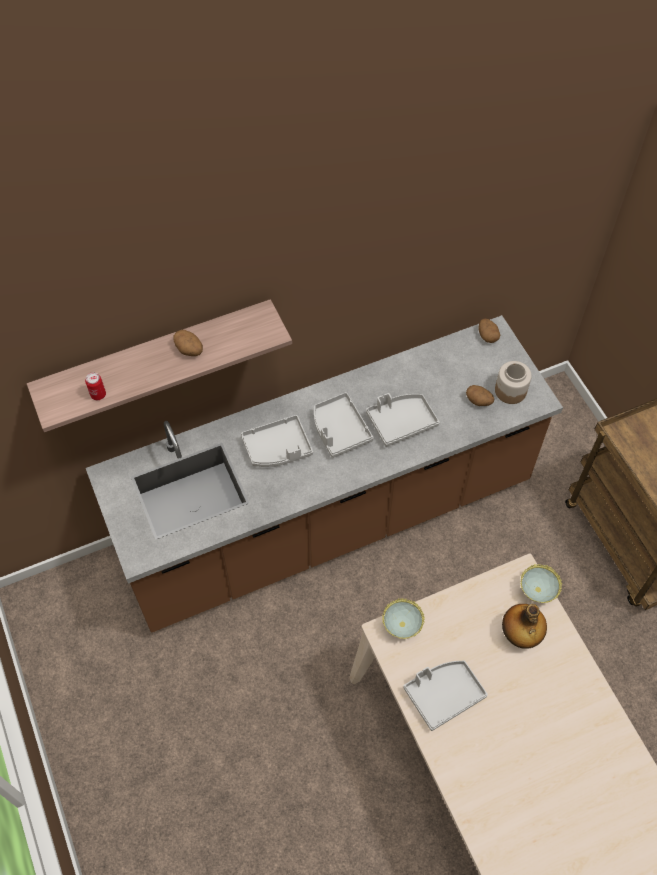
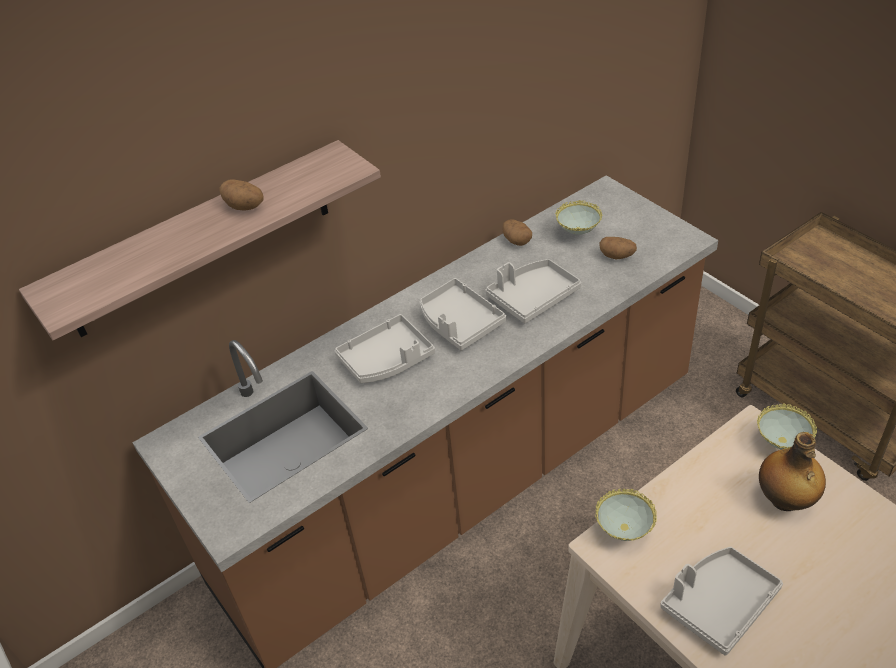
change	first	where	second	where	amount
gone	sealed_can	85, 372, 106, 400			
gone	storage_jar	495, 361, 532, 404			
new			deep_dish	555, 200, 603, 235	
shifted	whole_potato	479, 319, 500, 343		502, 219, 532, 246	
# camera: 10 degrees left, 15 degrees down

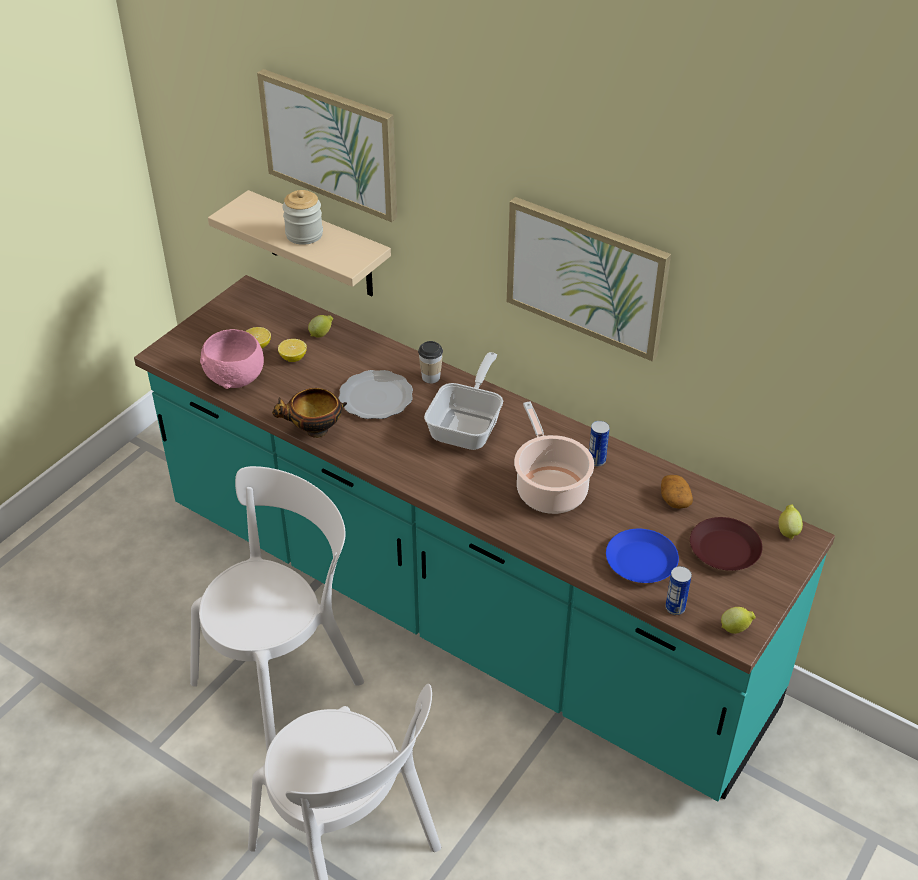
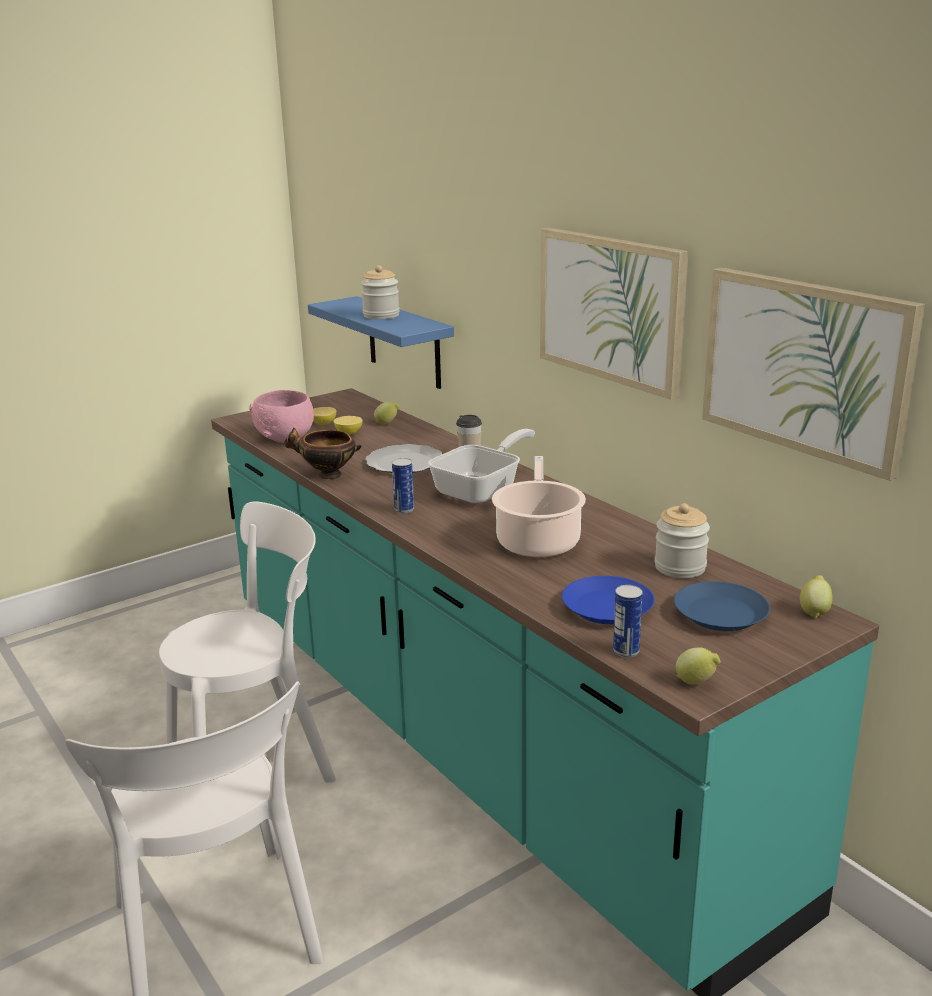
change	first	where	second	where	amount
shifted	wall_picture	257, 69, 397, 222		702, 267, 925, 481	
shifted	sealed_can	589, 421, 610, 466		392, 458, 414, 514	
swapped	whole_potato	661, 475, 693, 509	storage_jar	655, 503, 710, 578	
repainted	beige-coloured_wall_shelf	208, 190, 391, 296	bluish_wall_shelf	308, 296, 454, 389	
repainted	brown_plate	690, 517, 763, 571	bluish_plate	674, 581, 770, 631	
# camera: 20 degrees right, 20 degrees down

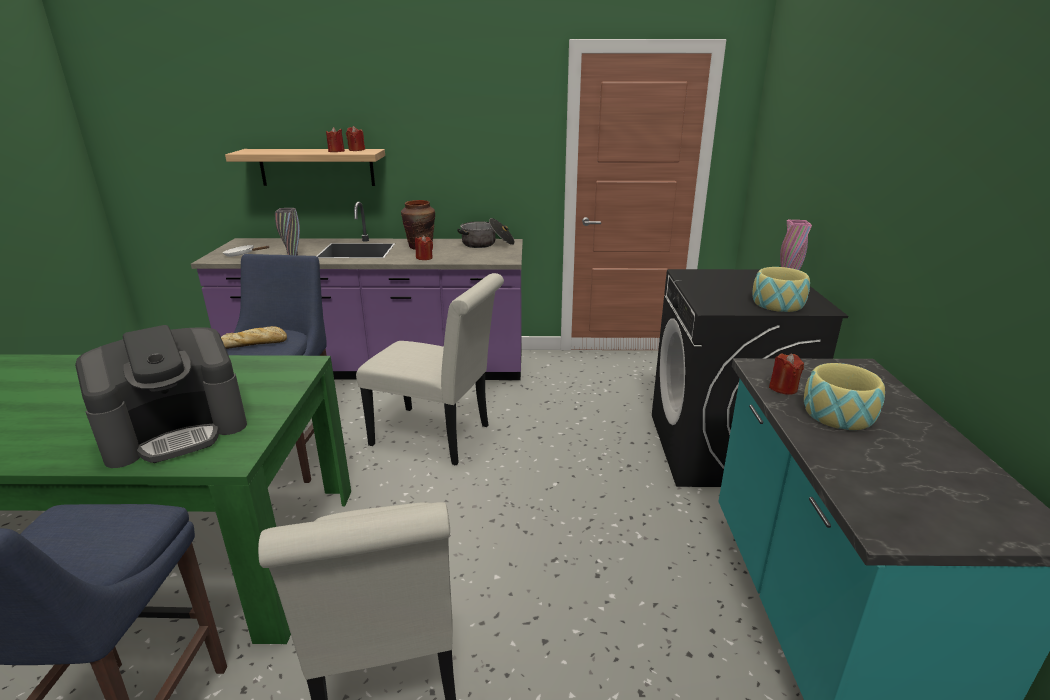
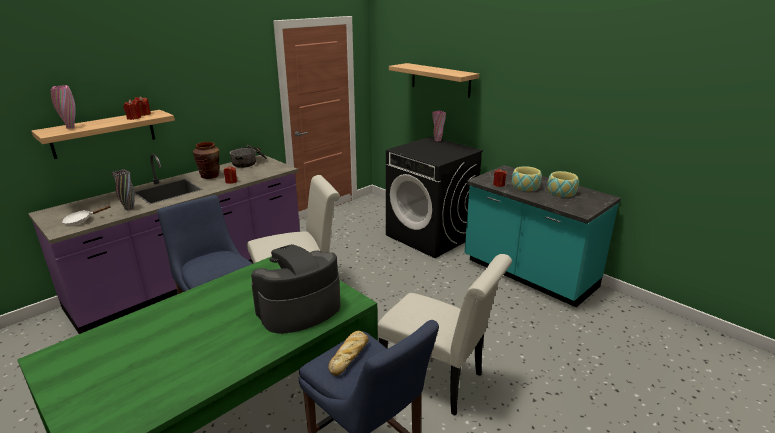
change	first	where	second	where	amount
new			pink_decorative_vase	51, 85, 76, 129	
new			wall_shelf	389, 63, 479, 98	
shifted	bread	221, 326, 287, 349		328, 331, 369, 376	
shifted	deep_dish	753, 267, 810, 312		547, 171, 579, 197	
rotated	coffee_machine	75, 325, 247, 468		251, 244, 341, 334	135 degrees counterclockwise
# camera: 45 degrees left, 0 degrees up

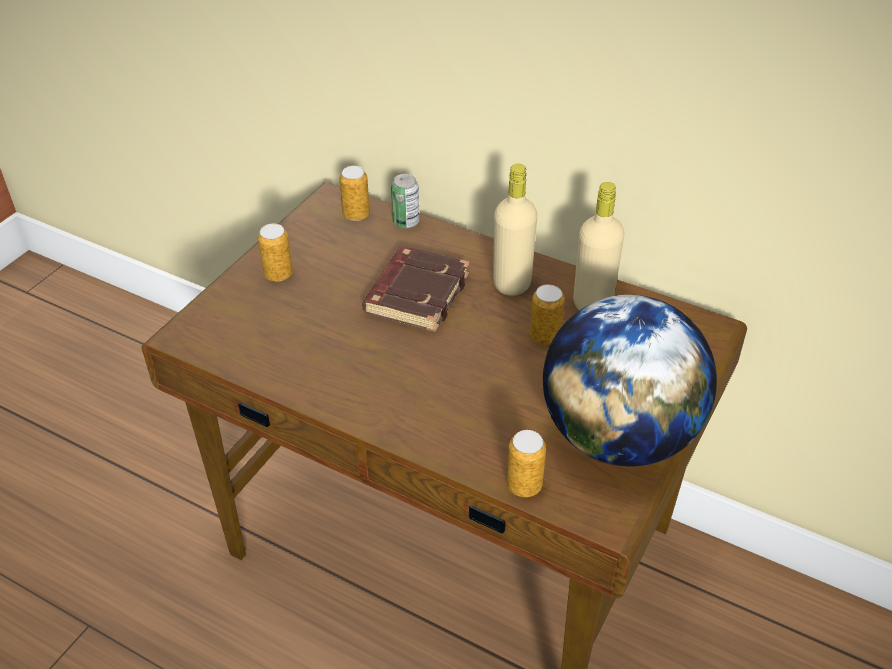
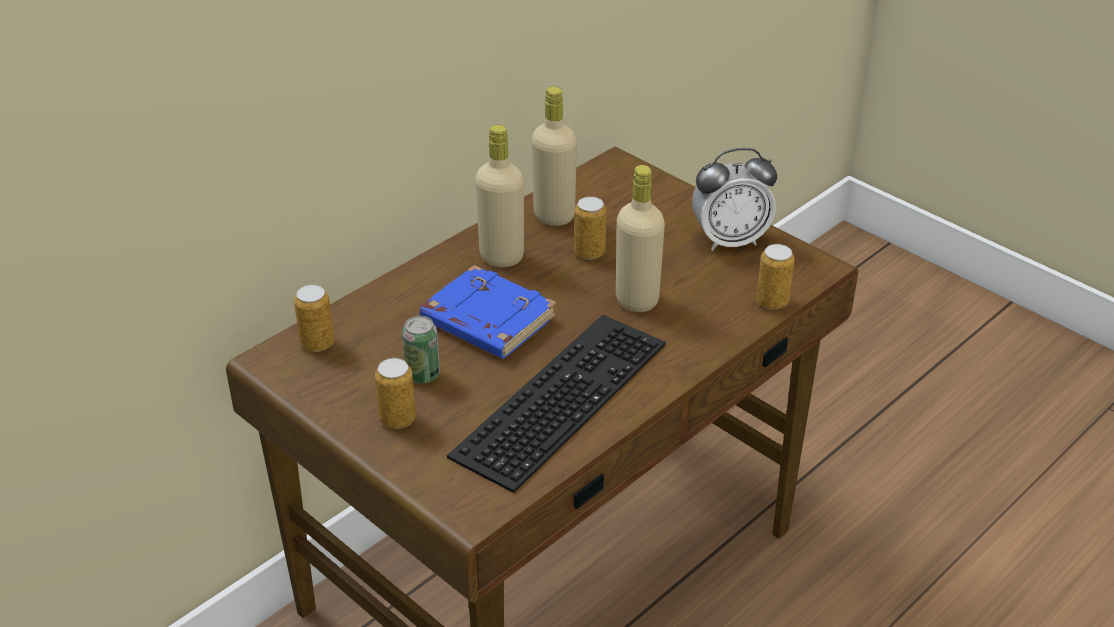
change	first	where	second	where	amount
new			keyboard	447, 315, 666, 493	
new			beige-coloured_beverage_bottle	616, 165, 665, 312	
shifted	sealed_can	391, 174, 419, 228		402, 316, 440, 384	
swapped	desk_globe	543, 295, 717, 466	alarm_clock	692, 148, 777, 251	
repainted	brown_volume	362, 246, 470, 332	bluish_volume	420, 265, 556, 359	
# camera: 75 degrees left, 5 degrees down

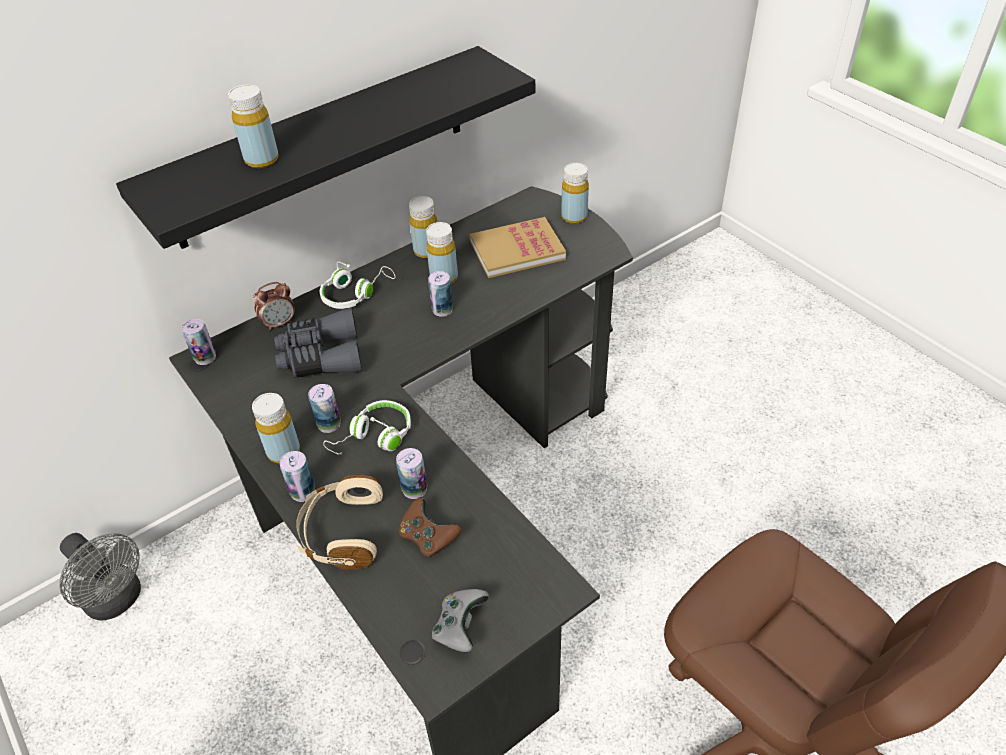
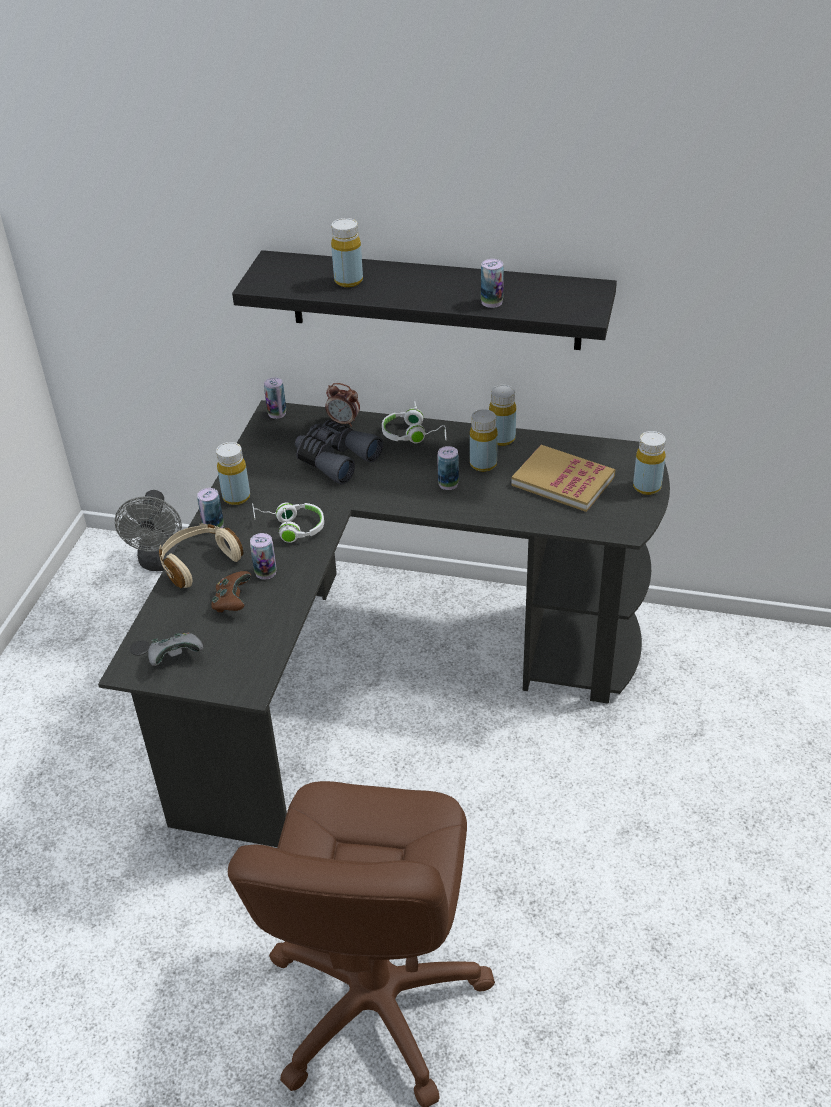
change	first	where	second	where	amount
shifted	sealed_can	308, 384, 340, 433		481, 259, 504, 308	
# camera: 50 degrees right, 5 degrees down

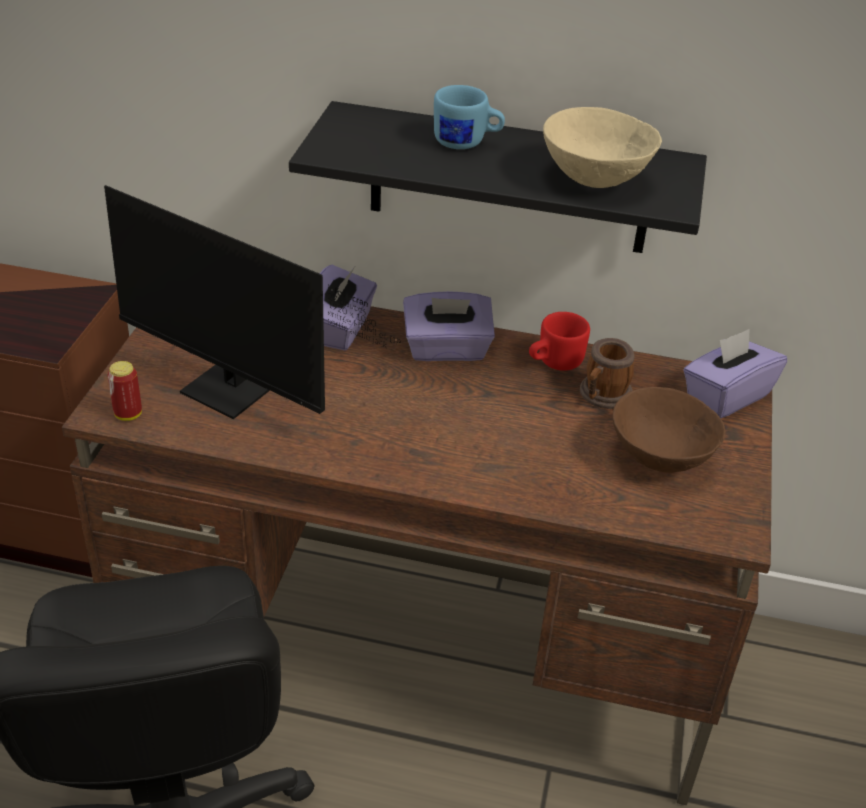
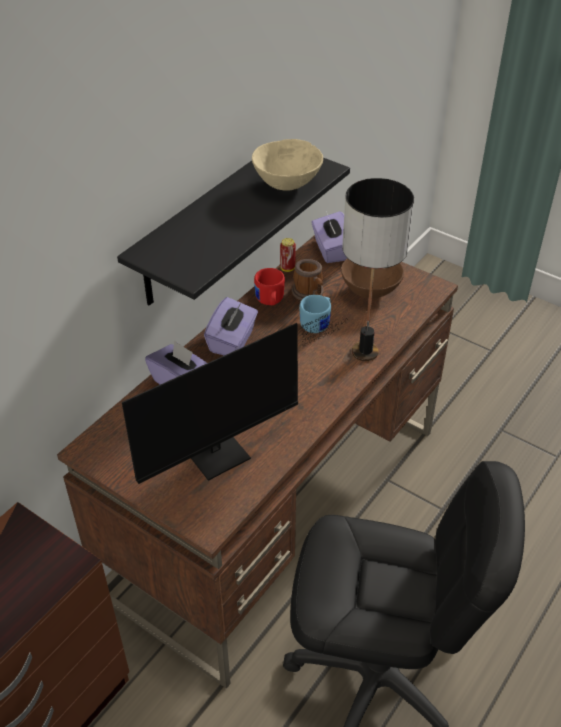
change	first	where	second	where	amount
new			lamp_for_a_table	342, 178, 414, 361	
shifted	sealed_can	107, 361, 142, 421		280, 238, 296, 272	
shifted	bluish_coffee_mug	434, 85, 505, 149		300, 295, 331, 333	
# camera: 65 degrees left, 5 degrees up

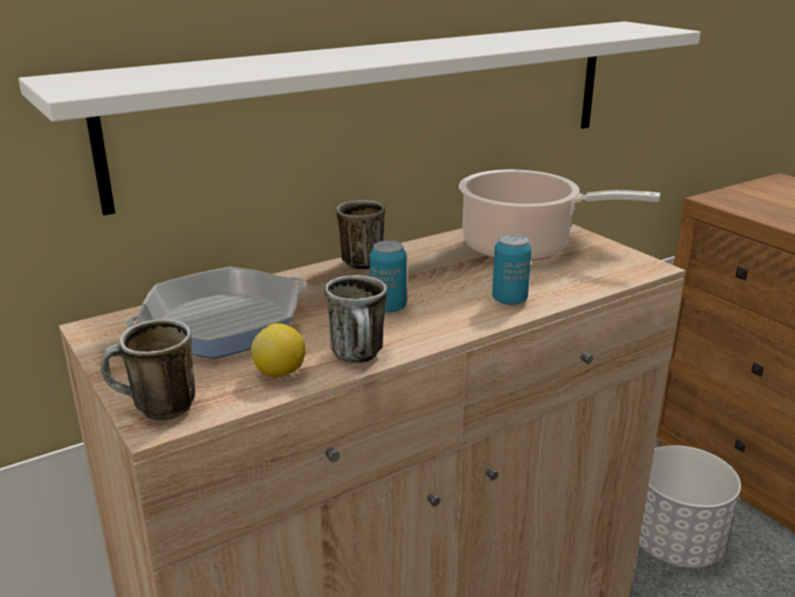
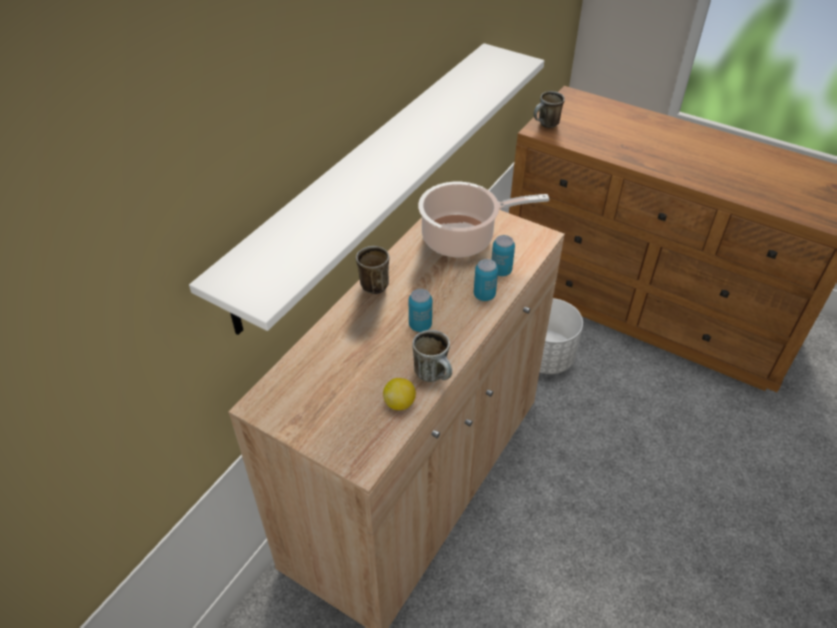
change	first	where	second	where	amount
gone	frying_pan	126, 267, 307, 359			
new			sealed_can	491, 235, 515, 276	
shifted	coffee_mug	101, 319, 195, 420		534, 91, 565, 128	
# camera: 25 degrees left, 20 degrees up

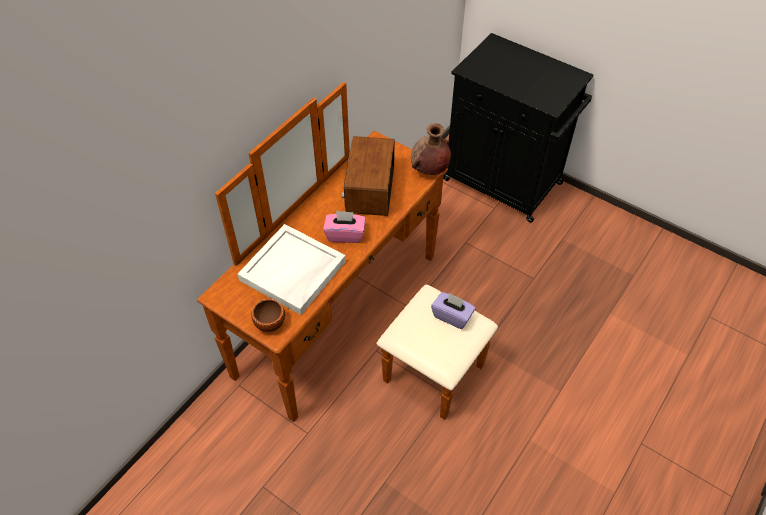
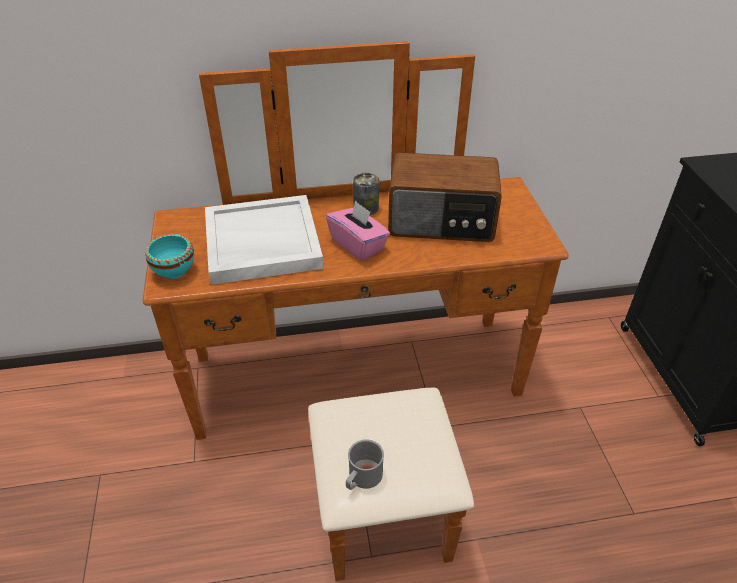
change	first	where	second	where	amount
gone	brown_decorative_vase	411, 123, 451, 175			
gone	purple-coloured_box_of_tissues	431, 292, 476, 329			
new			grey_coffee_mug	346, 439, 384, 490	
new			sealed_can	353, 173, 379, 216	
repainted	brown_deep_dish	251, 299, 285, 332	turquoise_deep_dish	145, 234, 194, 280	
rotated	radio	341, 136, 395, 216		388, 153, 502, 242	135 degrees counterclockwise
# camera: 45 degrees right, 10 degrees down

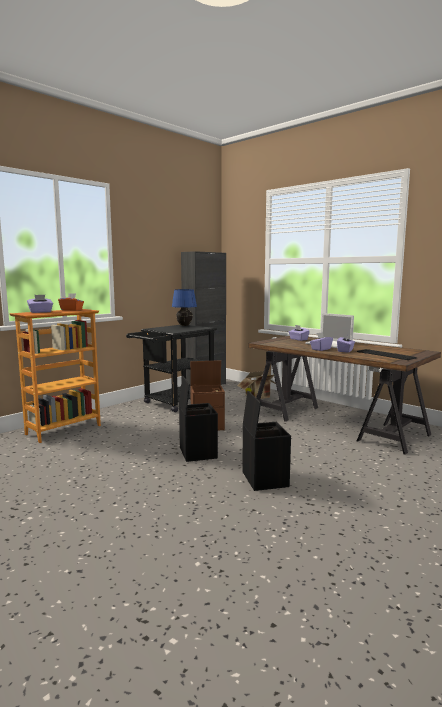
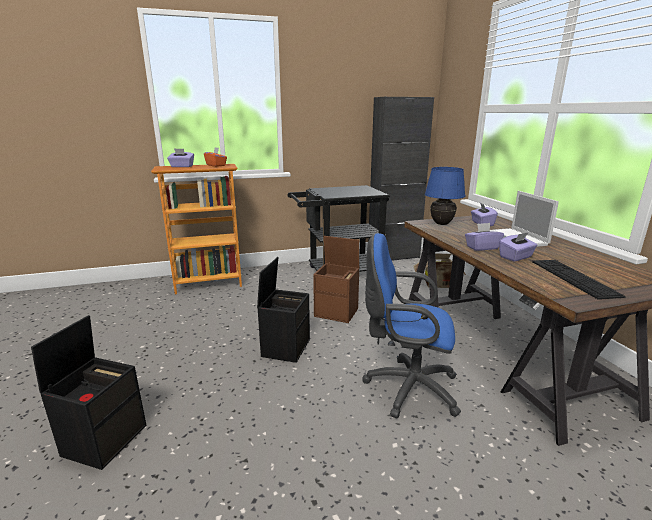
change	first	where	second	where	amount
new			bluish_office_chair	362, 233, 461, 419	
shifted	bluish_lamp_for_a_table	172, 289, 197, 326		425, 167, 465, 225	
shifted	black-coloured_storage_container	242, 391, 291, 491		31, 315, 146, 470	
# camera: 30 degrees right, 10 degrees up

